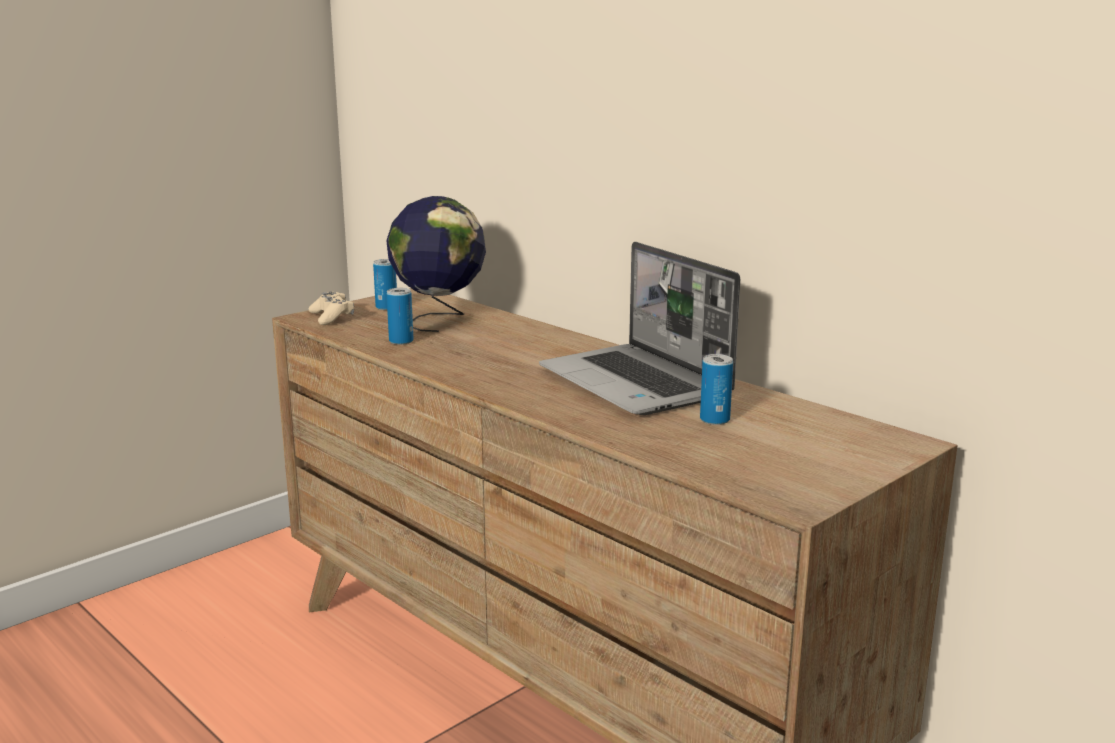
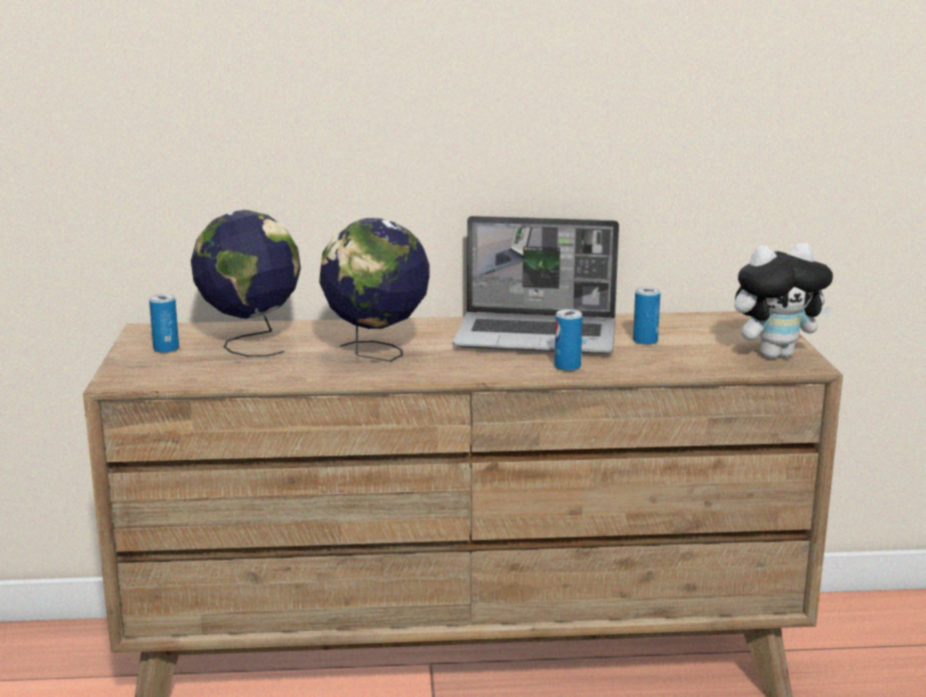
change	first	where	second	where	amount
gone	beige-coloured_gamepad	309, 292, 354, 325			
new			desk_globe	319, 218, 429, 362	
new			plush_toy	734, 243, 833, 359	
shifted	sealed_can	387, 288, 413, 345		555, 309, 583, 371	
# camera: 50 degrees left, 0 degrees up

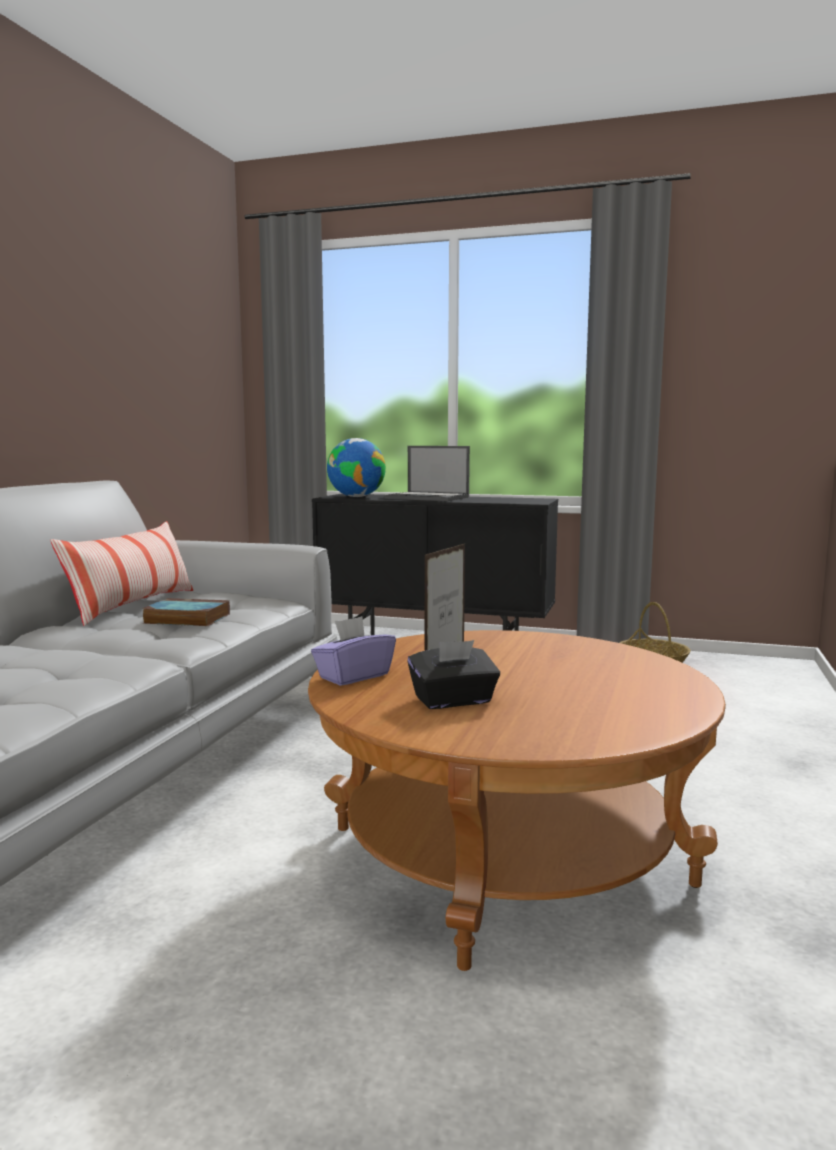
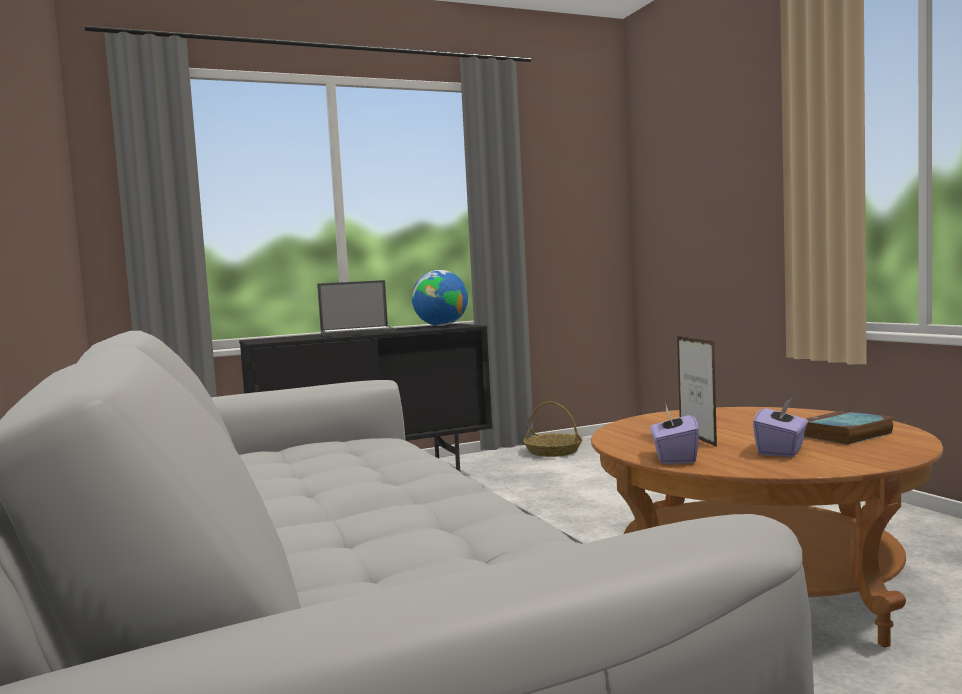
change	first	where	second	where	amount
gone	pillow	50, 521, 193, 626			
shifted	volume	142, 598, 230, 626		804, 411, 893, 445	
shifted	desk_globe	327, 438, 386, 497		412, 270, 468, 326	
repainted	black-coloured_box_of_tissues	407, 640, 500, 709	purple-coloured_box_of_tissues	753, 398, 808, 457	
# camera: 40 degrees left, 5 degrees down

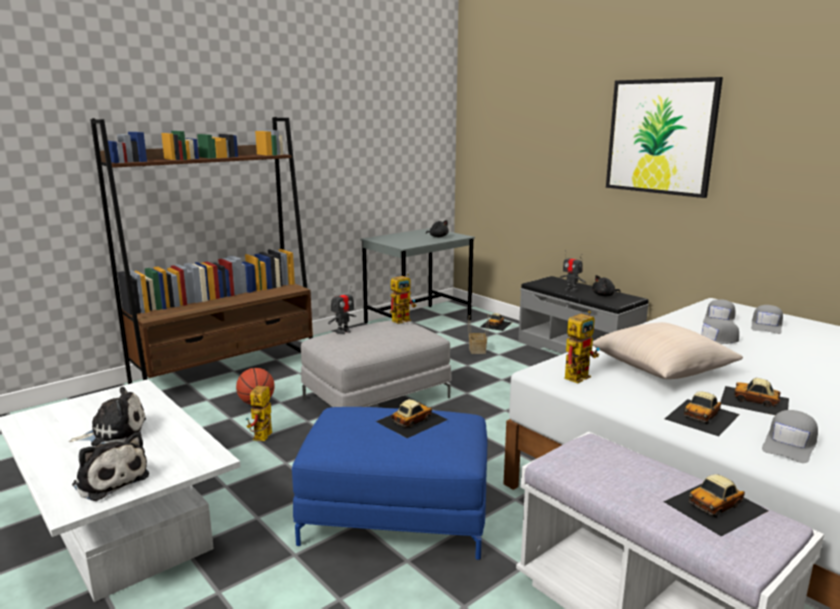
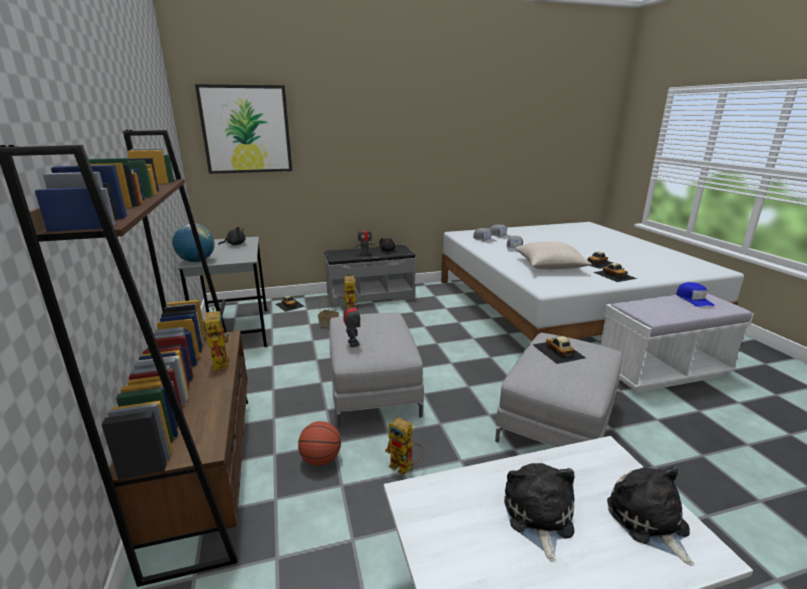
change	first	where	second	where	amount
gone	grey_baseball_cap	762, 410, 818, 463			
new			desk_globe	172, 224, 215, 262	
shifted	robot_figure	564, 311, 600, 383		202, 307, 230, 370	
shifted	wall_picture	606, 77, 723, 198		195, 84, 292, 174	
swapped	miniature_car	664, 474, 769, 537	bluish_baseball_cap	676, 282, 715, 307	
repainted	bluish_footrest	292, 407, 487, 560	grey_footrest	495, 333, 623, 447	
rotated	plush_toy	72, 432, 149, 501		607, 466, 694, 566	75 degrees counterclockwise
# camera: 65 degrees left, 5 degrees up

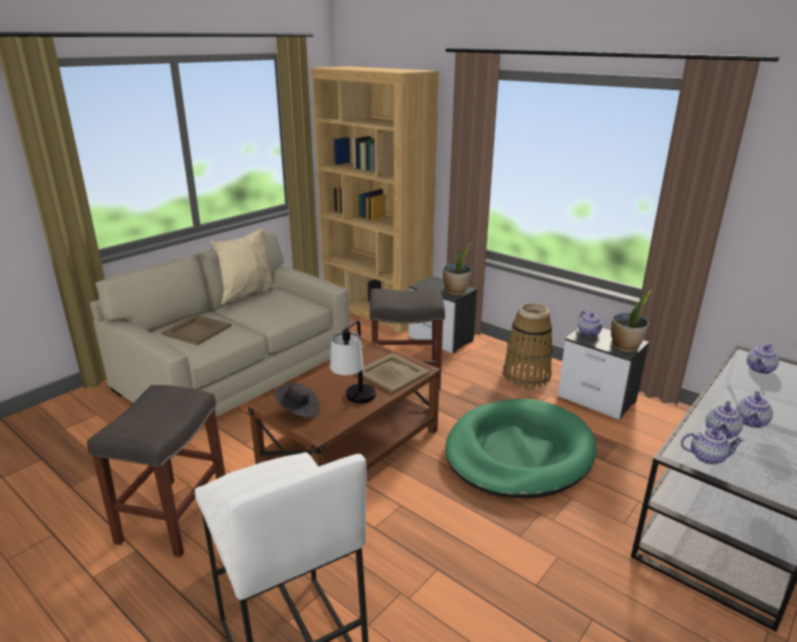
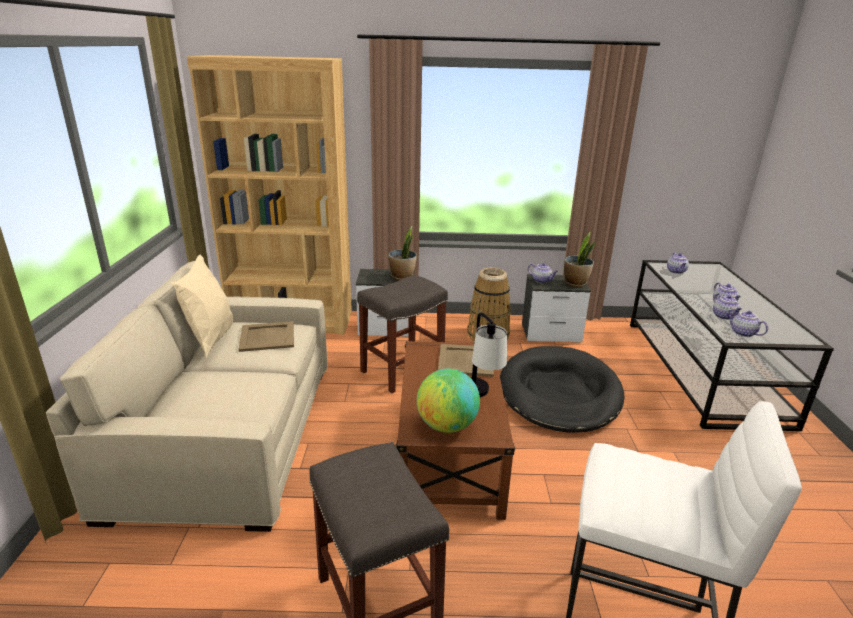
change	first	where	second	where	amount
shifted	beige-coloured_serving_tray	161, 315, 232, 345		238, 321, 294, 352	
swapped	black-coloured_clothing_hat	274, 383, 320, 418	desk_globe	417, 369, 480, 433	
repainted	greenish_pet_bed	445, 399, 596, 498	black-coloured_pet_bed	500, 346, 624, 433	
rotated	teapot	681, 429, 744, 465		728, 309, 768, 337	90 degrees counterclockwise
# camera: 40 degrees left, 0 degrees up

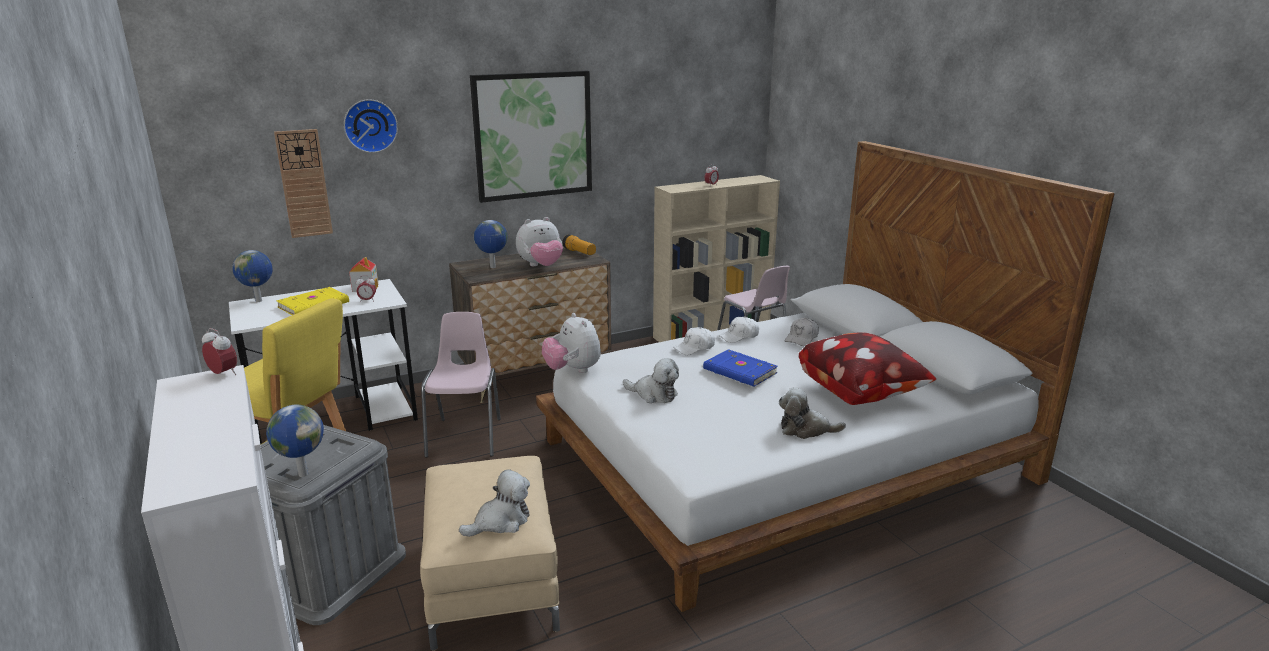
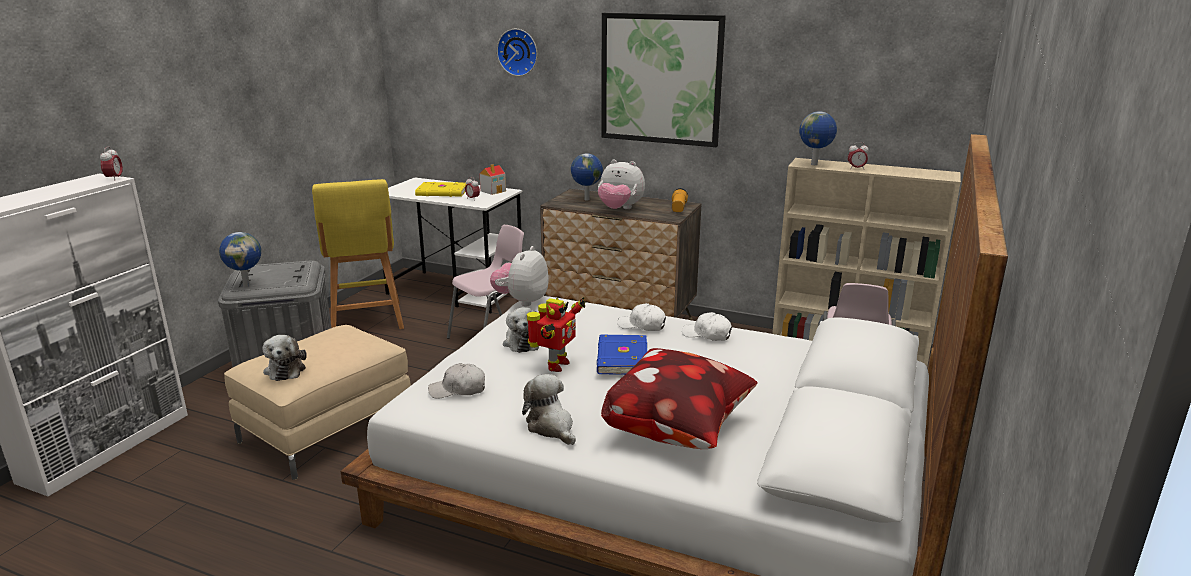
change	first	where	second	where	amount
gone	clock_on_the_wall	274, 129, 333, 238			
new			robot_figure	527, 297, 585, 372	
shifted	desk_globe	232, 250, 273, 302		799, 111, 837, 165	
shifted	whitish_baseball_cap	785, 318, 819, 346		428, 363, 485, 399	
rotated	plush_toy	459, 470, 530, 537		263, 335, 307, 381	60 degrees clockwise
# camera: 50 degrees right, 0 degrees up

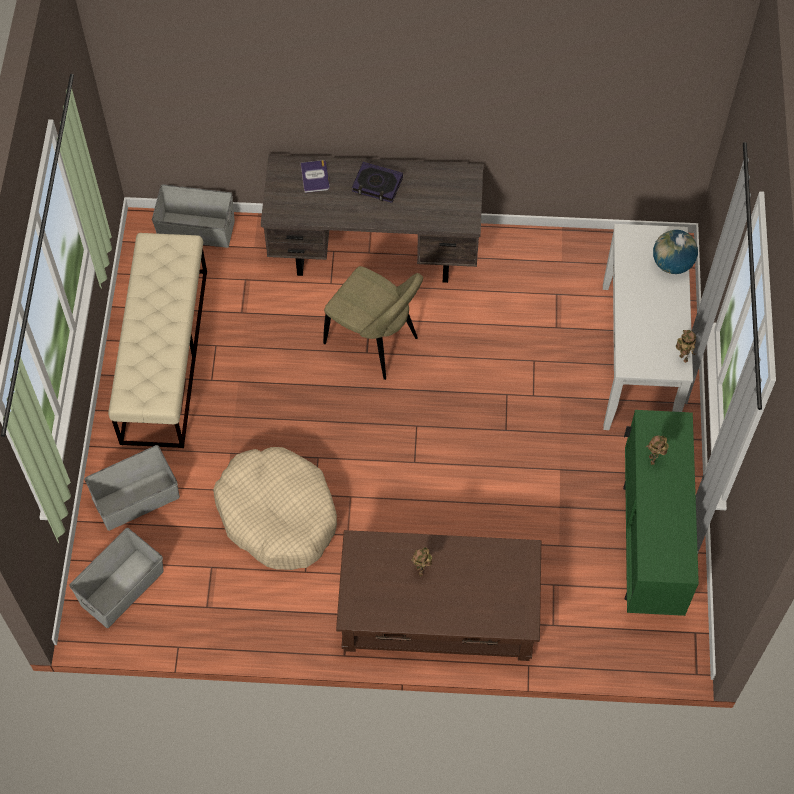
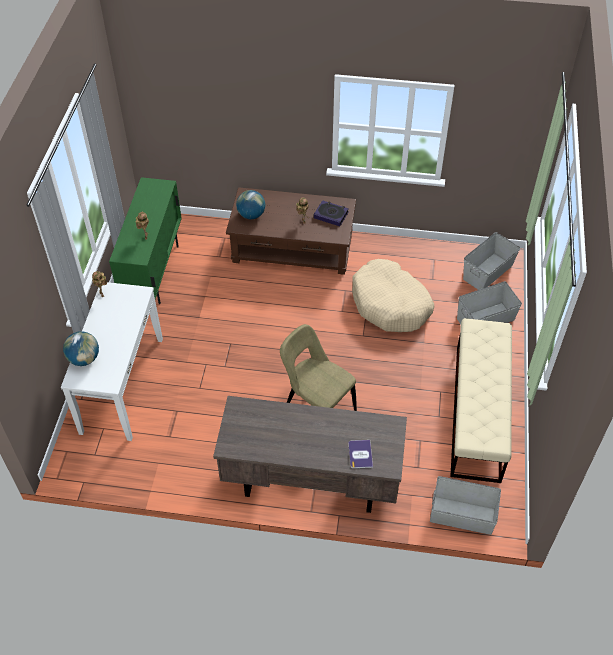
change	first	where	second	where	amount
new			desk_globe	236, 190, 265, 219	
shifted	volume	352, 162, 403, 203		313, 200, 349, 226	
# camera: 175 degrees left, 10 degrees down

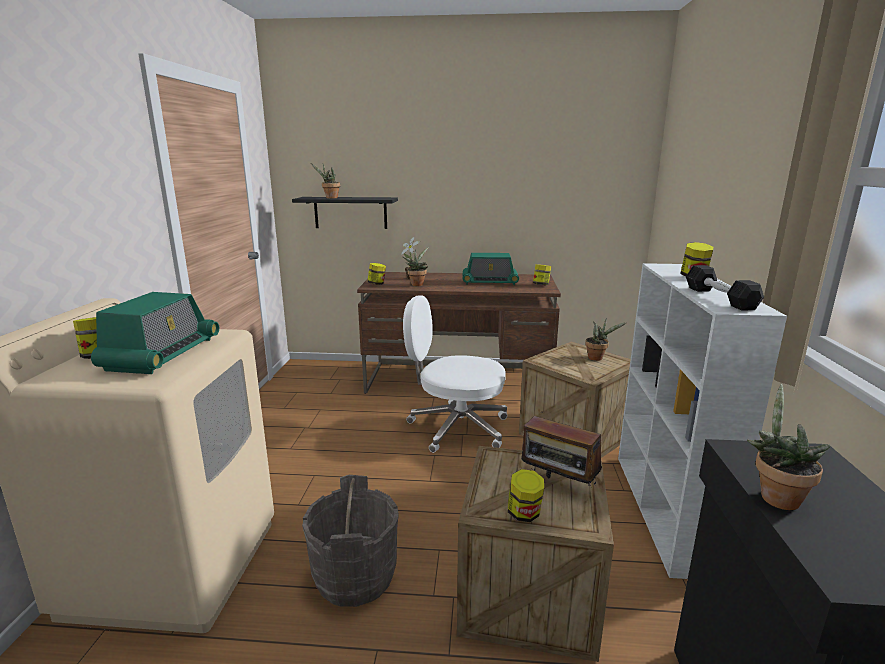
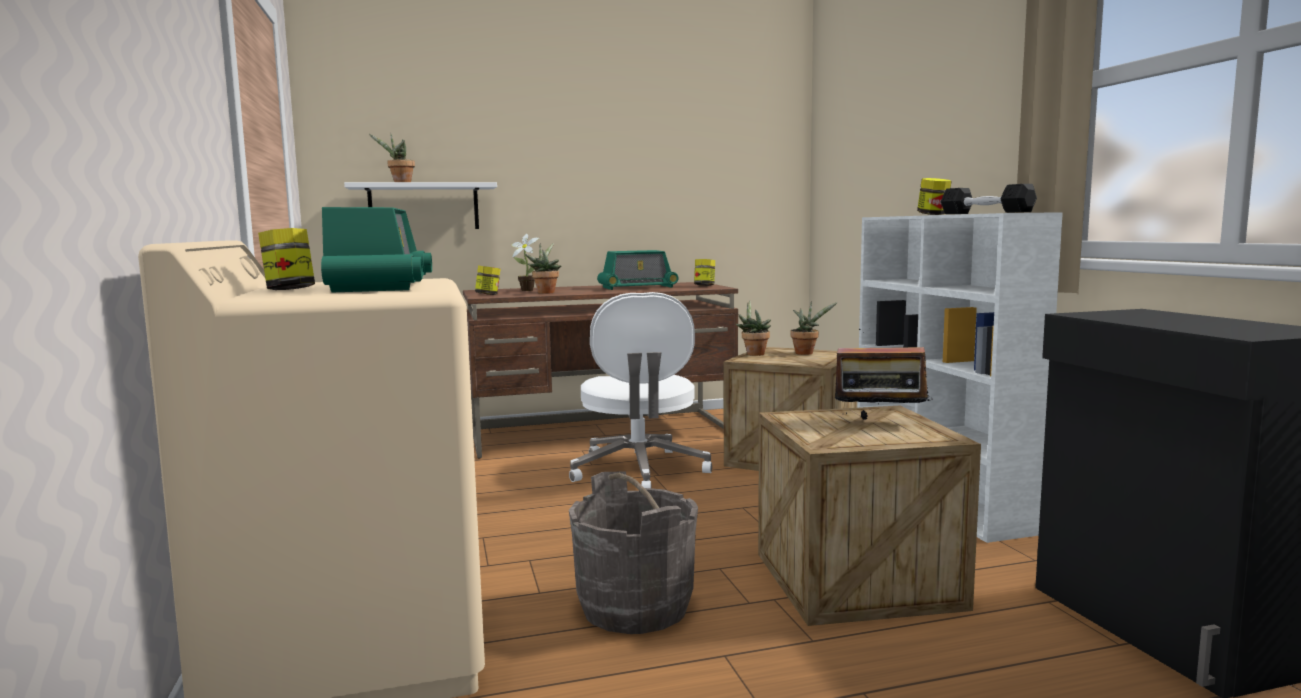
change	first	where	second	where	amount
gone	storage_jar	508, 469, 544, 522			
shifted	potted_plant	747, 384, 831, 510		736, 300, 771, 356	
repainted	black-coloured_wall_shelf	292, 197, 398, 229	whitish_wall_shelf	344, 182, 497, 229	
rotated	whitish_office_chair	403, 295, 507, 453		569, 292, 712, 488	90 degrees counterclockwise
# camera: 20 degrees left, 10 degrees down

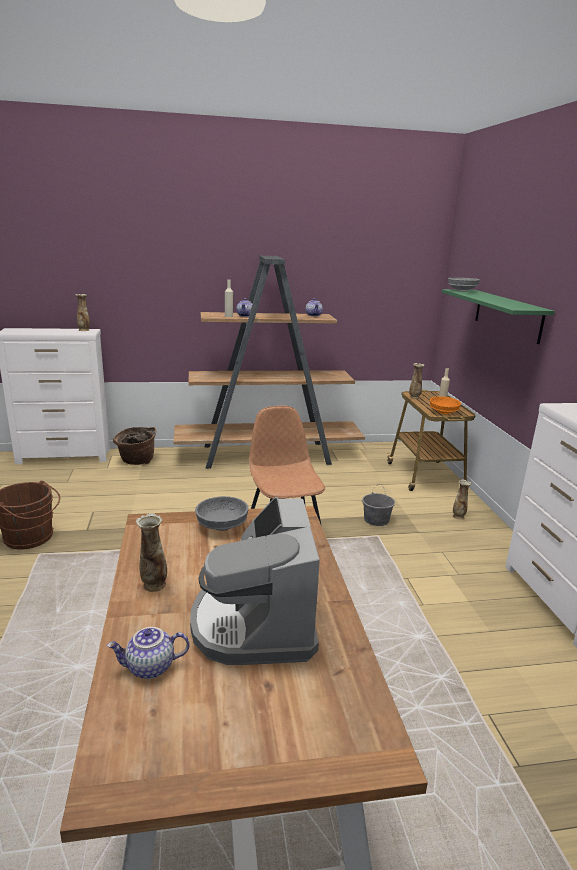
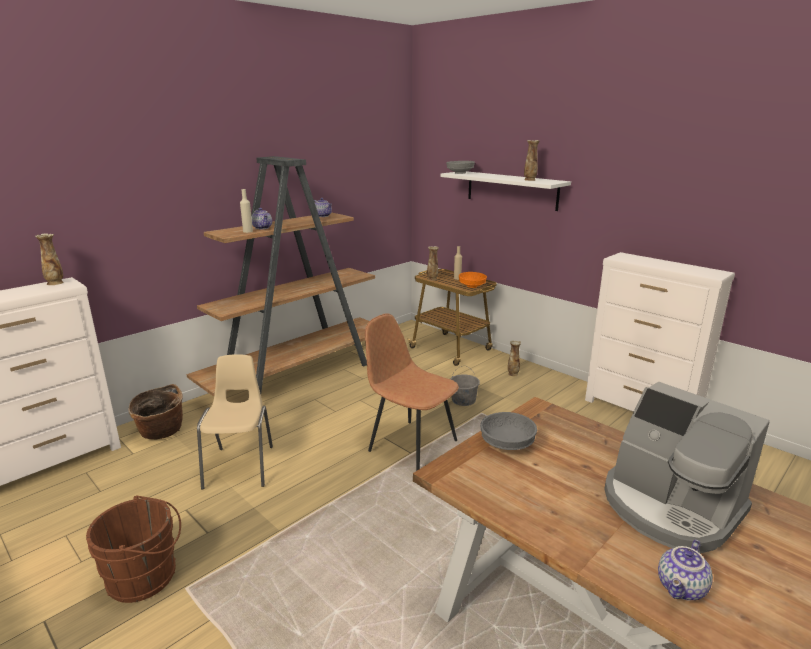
change	first	where	second	where	amount
new			beige-coloured_chair	197, 354, 273, 489	
shifted	decorative_vase	136, 513, 167, 592		524, 140, 540, 181	
repainted	greenish_wall_shelf	442, 289, 555, 344	whitish_wall_shelf	441, 171, 571, 211	
# camera: 35 degrees left, 0 degrees up

